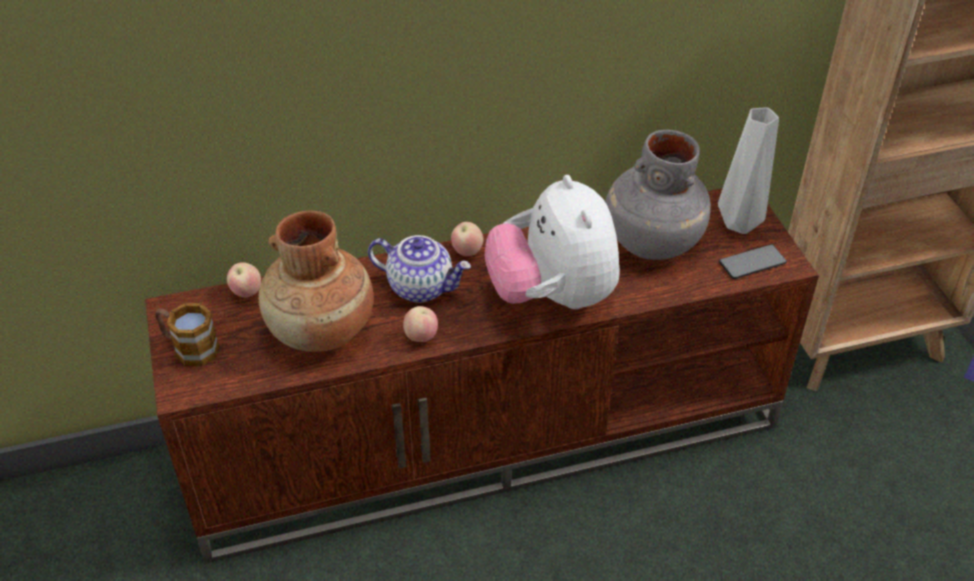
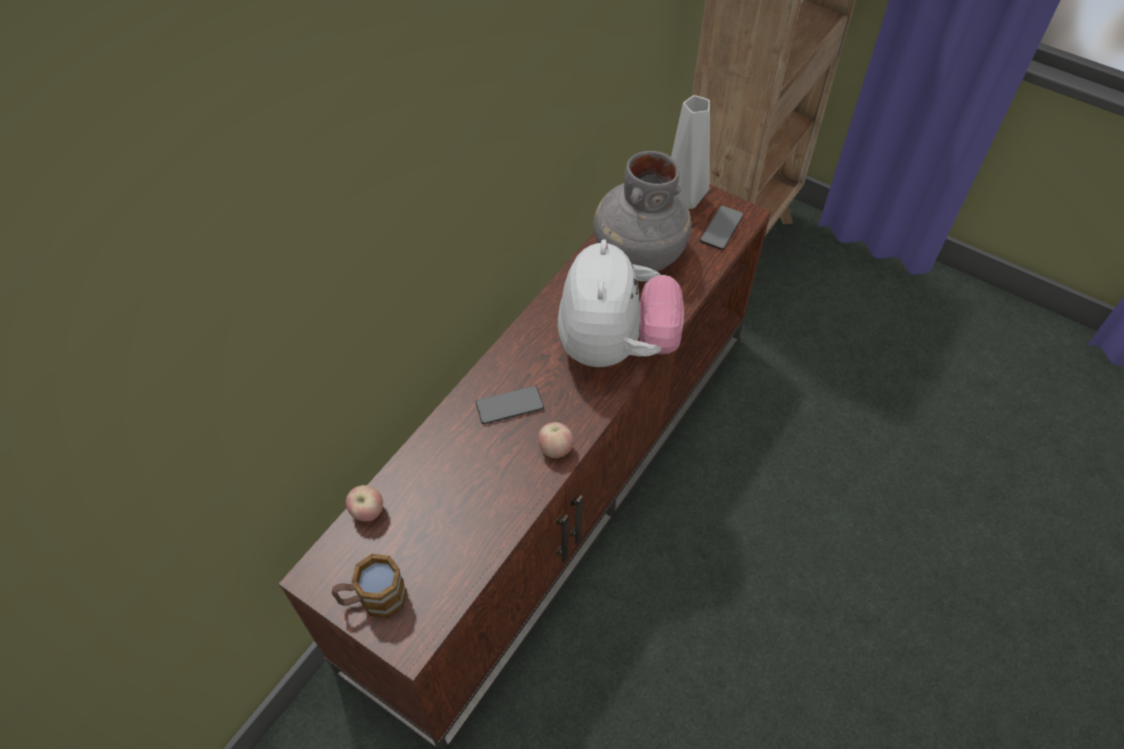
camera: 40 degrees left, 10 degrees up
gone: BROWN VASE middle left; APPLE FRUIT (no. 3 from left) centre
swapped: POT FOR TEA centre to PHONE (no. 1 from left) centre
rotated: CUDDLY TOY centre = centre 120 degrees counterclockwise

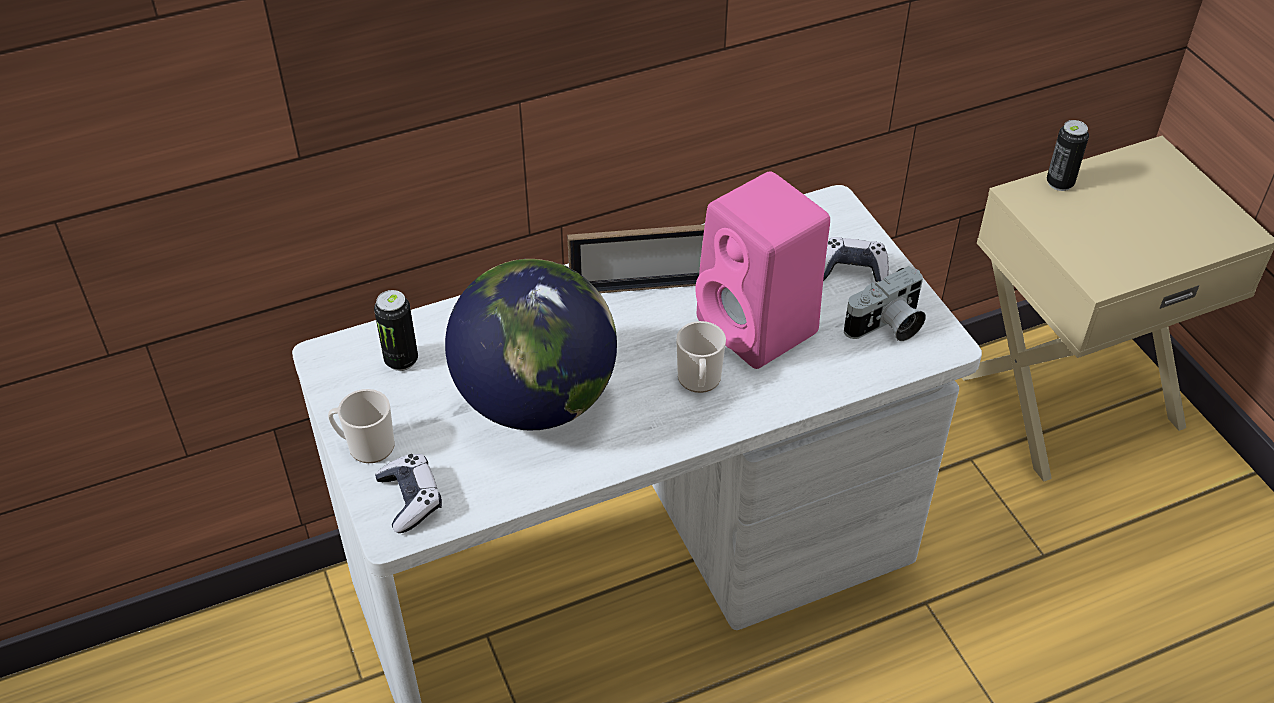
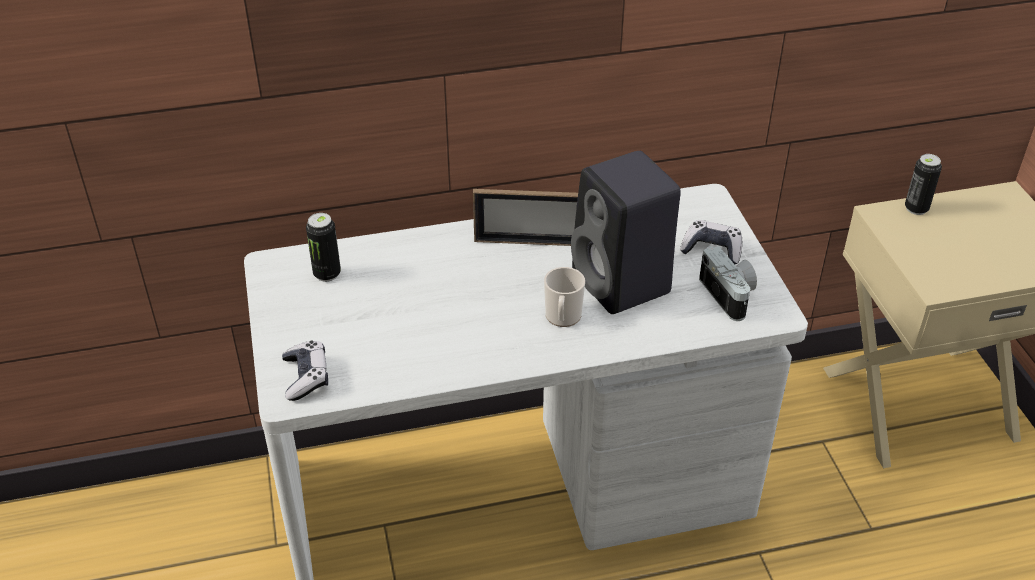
camera: 10 degrees right, 5 degrees down
gone: DESK GLOBE centre; MUG (no. 1 from left) middle left
repainted: PINK SPEAKER centre to BLACK-COLOURED SPEAKER centre
rotated: PHOTO CAMERA middle right = middle right 90 degrees counterclockwise

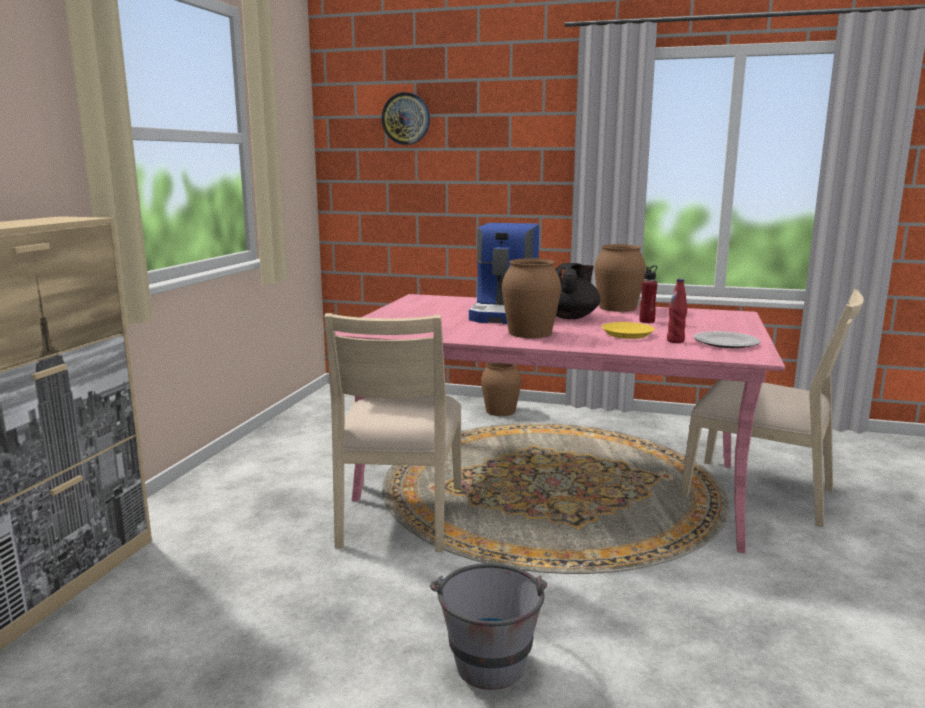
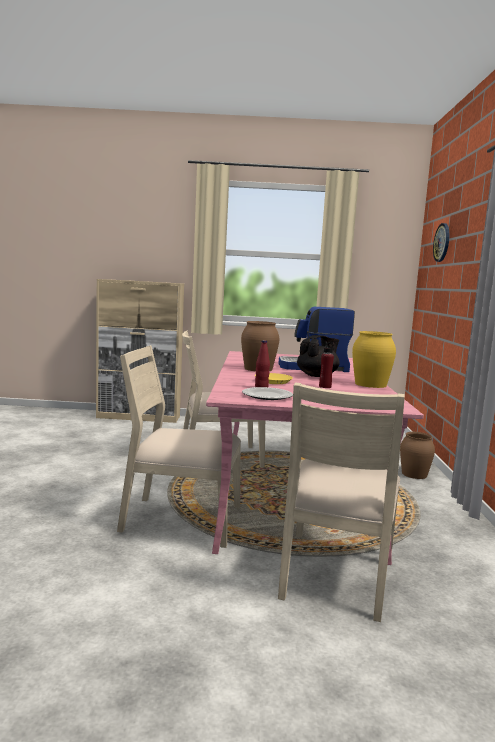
camera: 75 degrees right, 5 degrees down
gone: GREYISH PAIL bottom centre
new: BEIGE CHAIR (no. 1 from left) centre
repainted: BROWN VASE (no. 3 from left) middle right to YELLOW-COLOURED VASE middle right
rotated: BLACK-COLOURED POT FOR TEA centre = centre 60 degrees counterclockwise

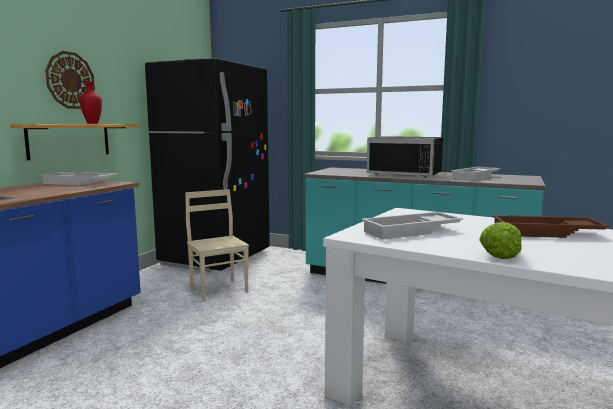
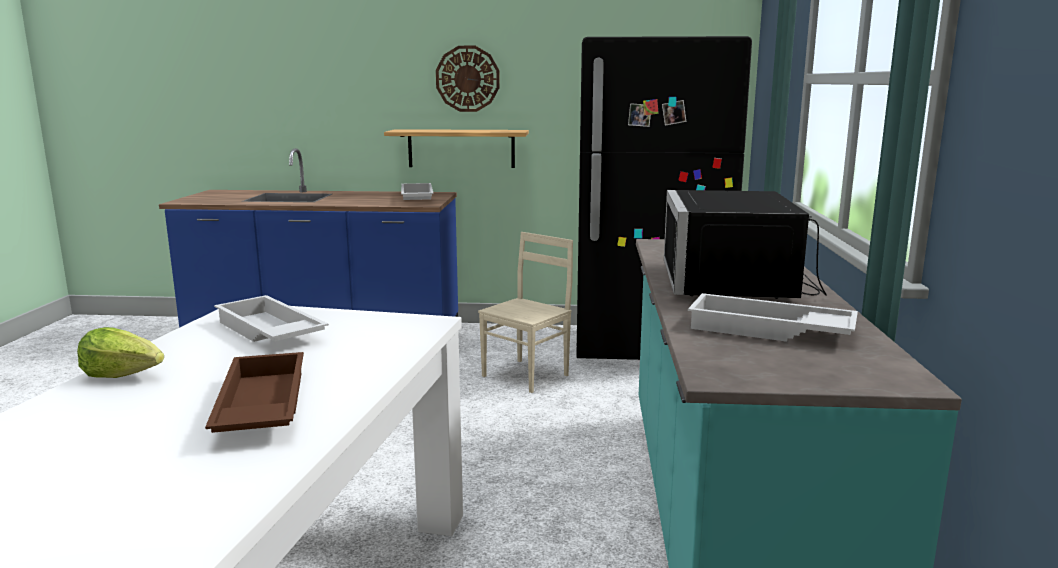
camera: 70 degrees right, 5 degrees up
gone: REDDISH VASE top left

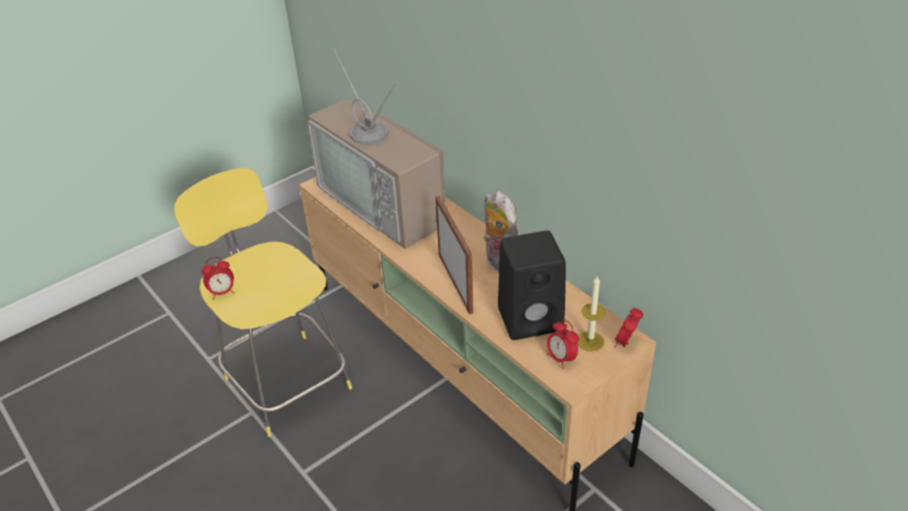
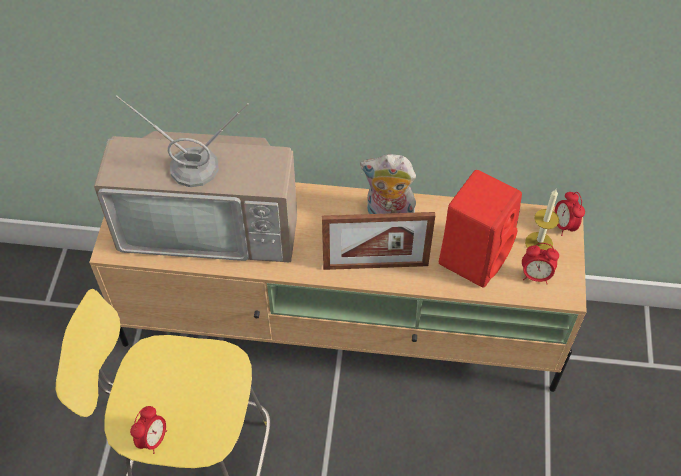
camera: 45 degrees left, 15 degrees up
repainted: BLACK-COLOURED SPEAKER centre to REDDISH SPEAKER middle right
rotated: PICTURE FRAME centre = centre 150 degrees clockwise

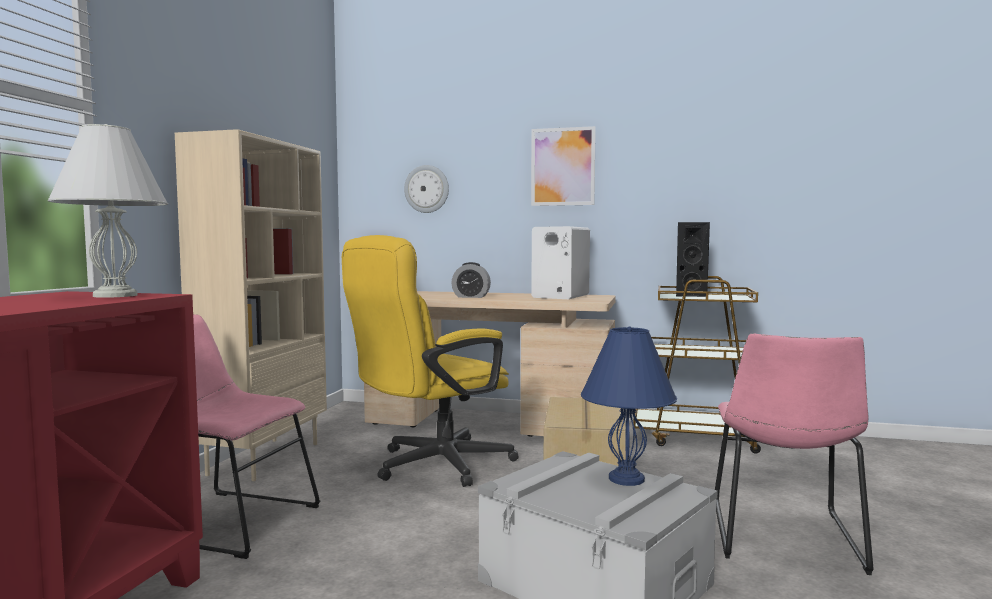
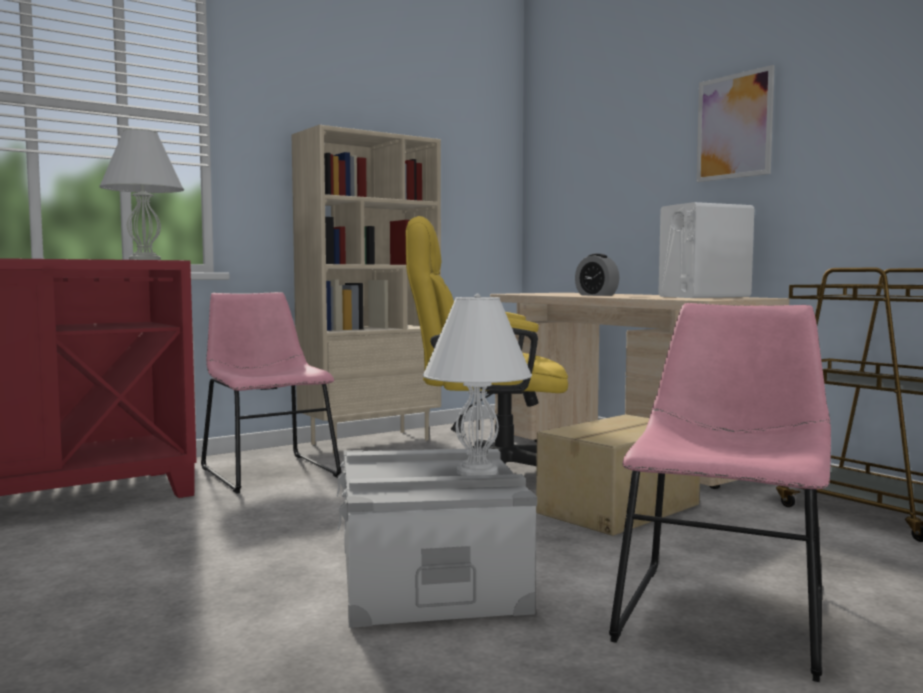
camera: 40 degrees right, 0 degrees up
gone: CLOCK ON THE WALL top centre; BLACK-COLOURED SPEAKER middle right
repainted: BLUE TABLE LAMP bottom centre to WHITE-COLOURED TABLE LAMP (no. 2 from left) centre
rotated: PINK CHAIR (no. 2 from left) bottom right = bottom right 150 degrees clockwise

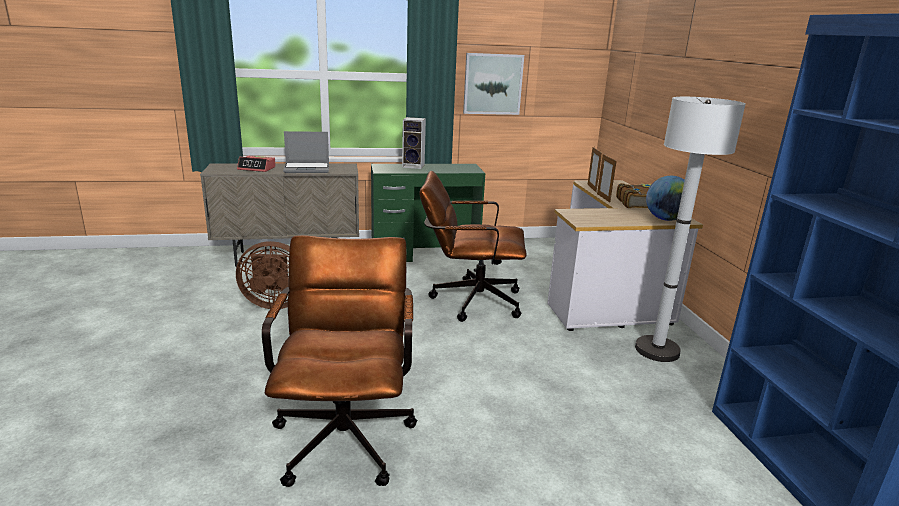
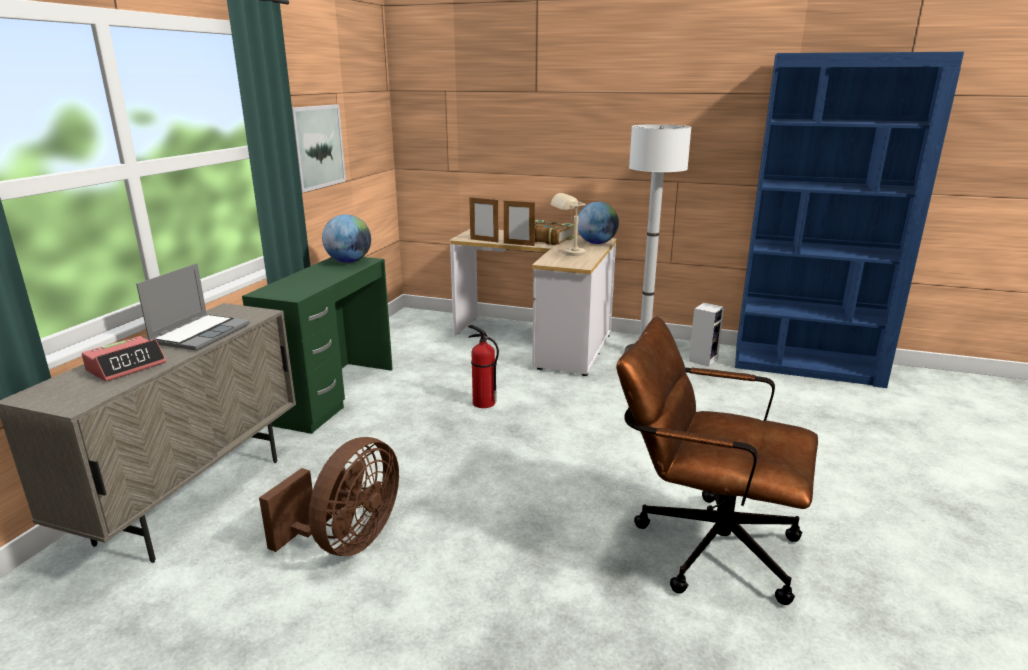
camera: 60 degrees left, 0 degrees up
new: BEIGE TABLE LAMP centre; DESK GLOBE (no. 1 from left) centre
shifted: SPEAKER top centre to middle right
swapped: BROWN OFFICE CHAIR (no. 2 from left) centre to FIRE EXTINGUISHER centre

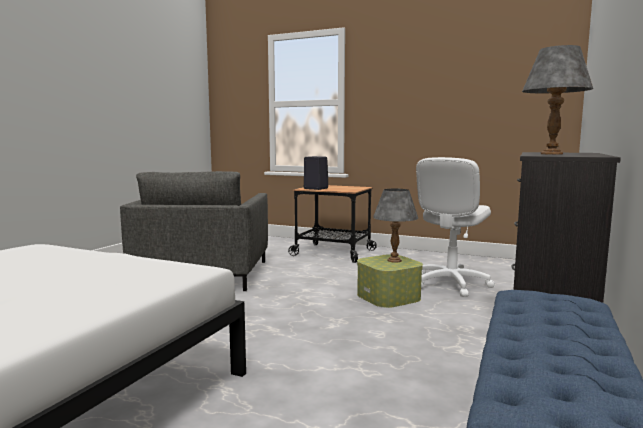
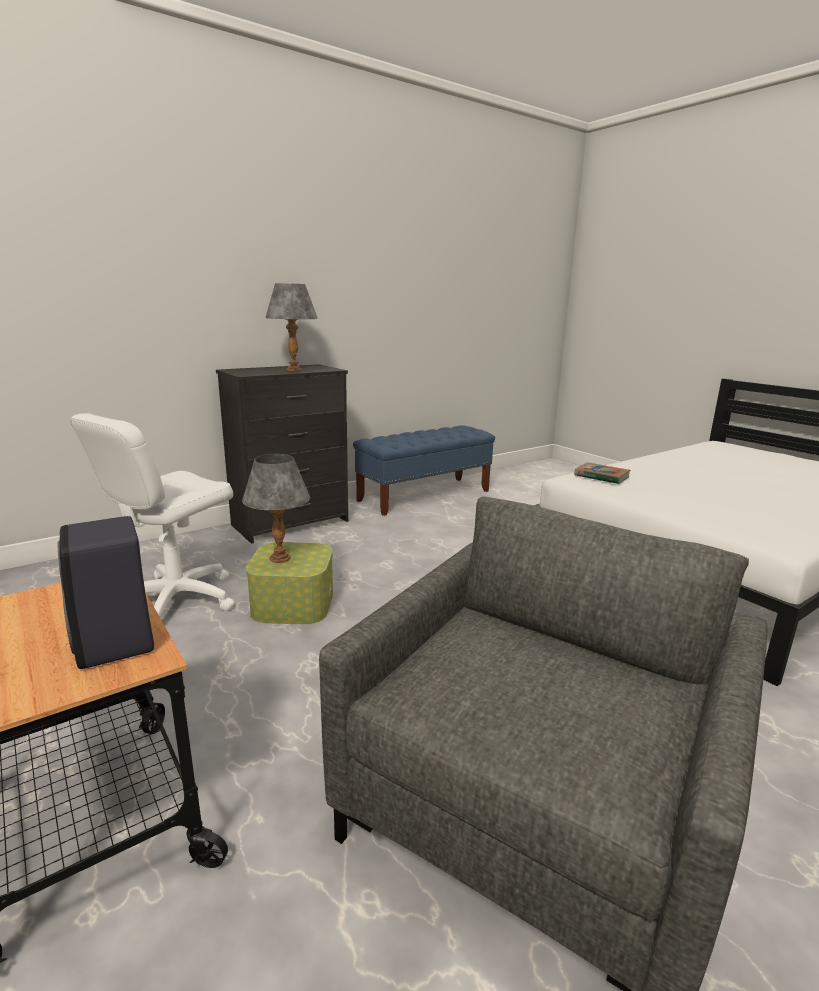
camera: 150 degrees left, 10 degrees up
new: VOLUME middle right
rotated: WHITE-COLOURED OFFICE CHAIR middle right = middle left 150 degrees clockwise

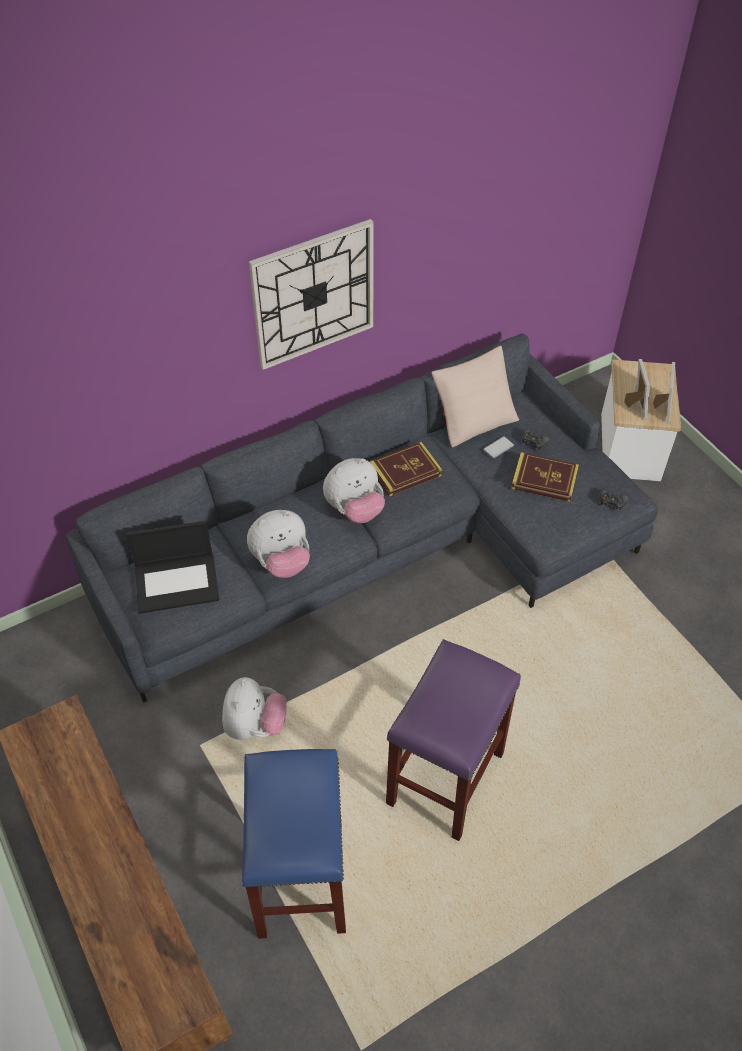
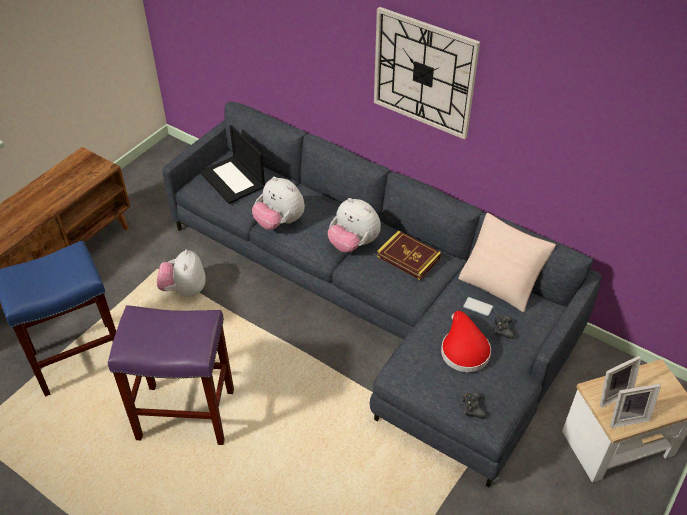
camera: 65 degrees right, 5 degrees down
swapped: VOLUME (no. 2 from left) middle right to REDDISH HAT middle right
rotated: CUDDLY TOY (no. 1 from left) bottom centre = middle left 105 degrees clockwise

